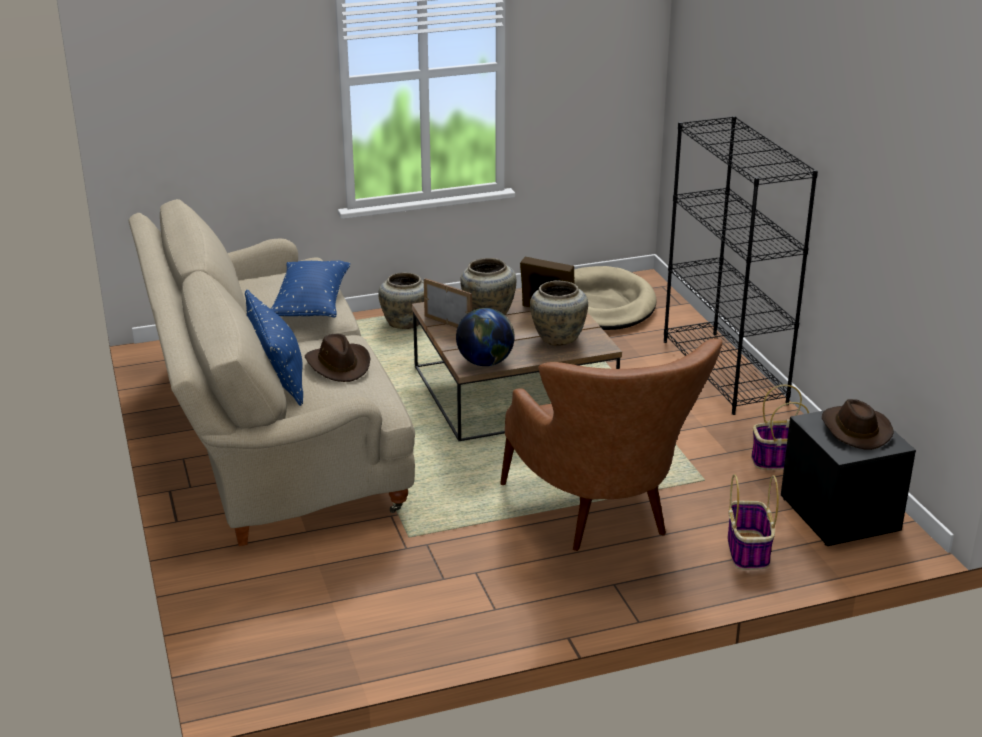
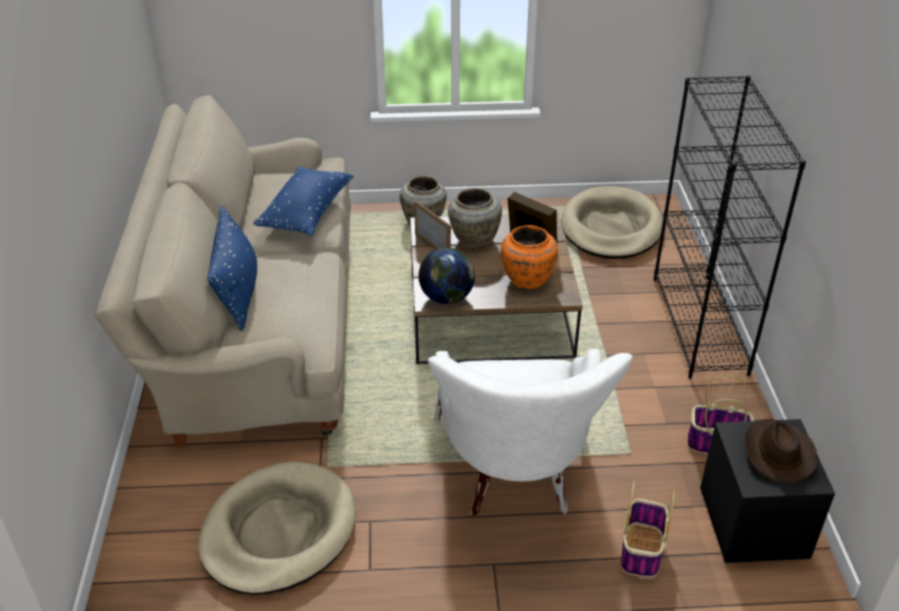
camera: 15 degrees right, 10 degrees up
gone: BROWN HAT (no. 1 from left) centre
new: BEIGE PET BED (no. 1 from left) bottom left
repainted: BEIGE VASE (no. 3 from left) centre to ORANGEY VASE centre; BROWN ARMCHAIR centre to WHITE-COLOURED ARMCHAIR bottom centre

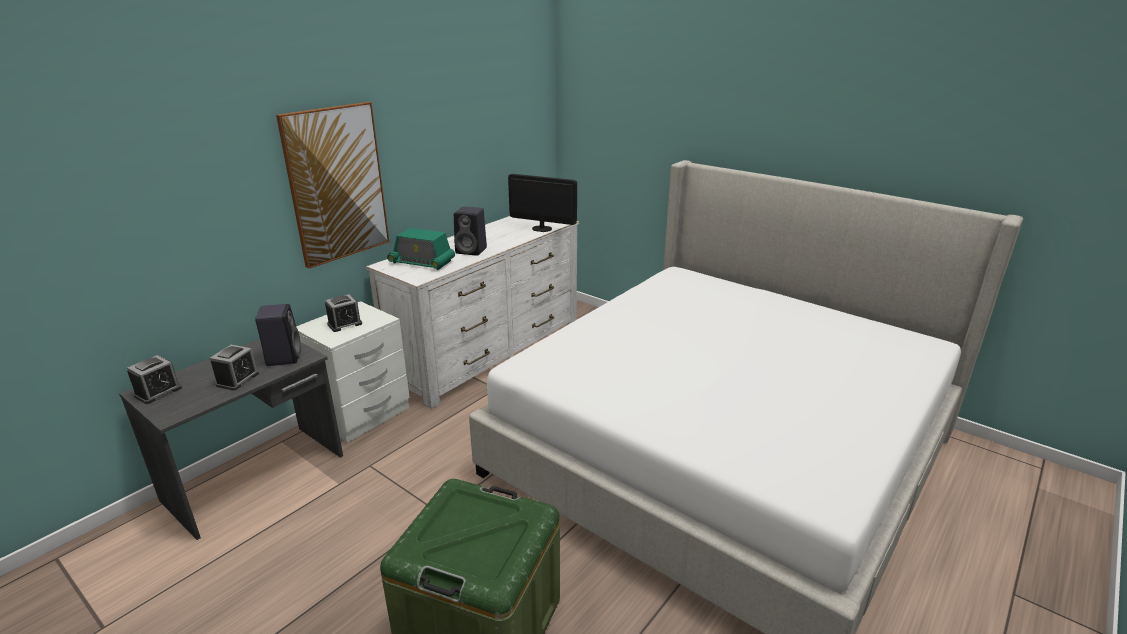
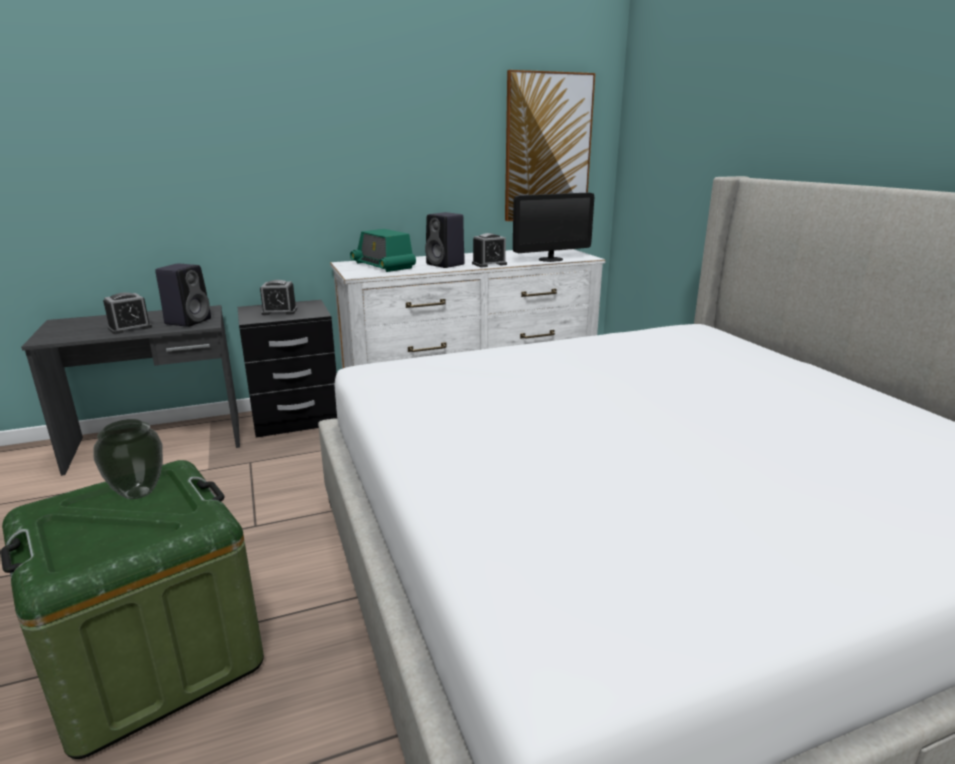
camera: 30 degrees right, 5 degrees down
new: VASE middle left
shifted: WALL ART top left to top centre; BEDSIDE CLOCK (no. 1 from left in the first image) middle left to BEDSIDE CLOCK (no. 3 from left) top centre
repainted: WHITE-COLOURED NIGHT TABLE middle left to BLACK-COLOURED NIGHT TABLE middle left
rotated: COMPUTER DISPLAY top centre = top centre 105 degrees clockwise

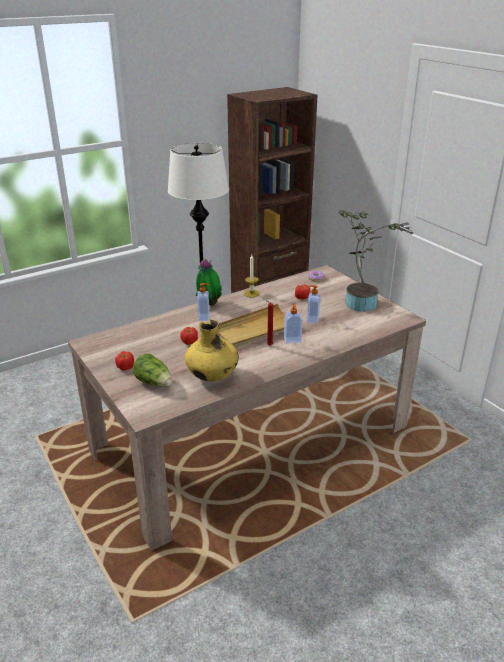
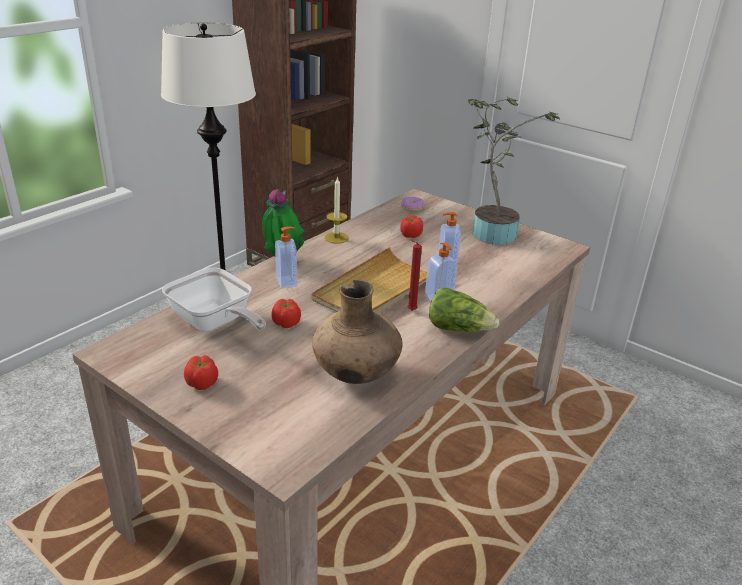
camera: 20 degrees left, 0 degrees up
new: PAN middle left
shifted: HEAD OF LETTUCE middle left to centre
repainted: YELLOW-COLOURED VASE centre to BROWN VASE centre

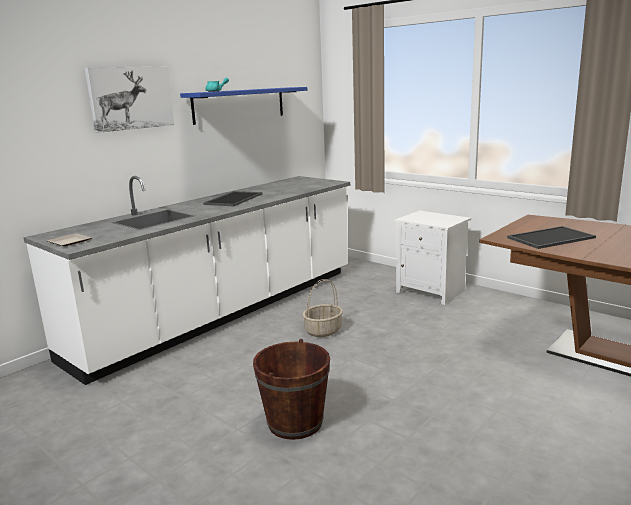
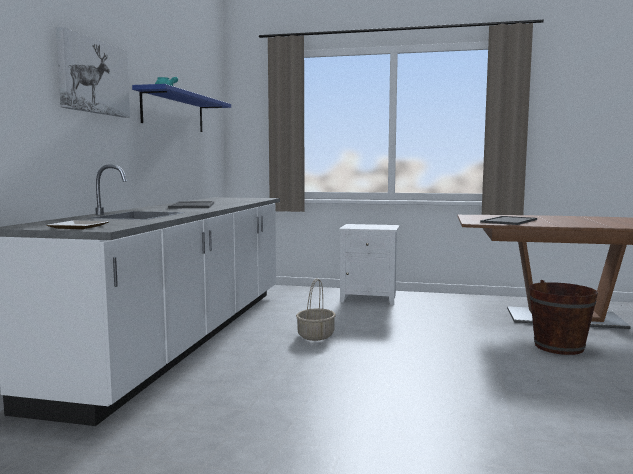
camera: 30 degrees left, 10 degrees down
shifted: BROWN PAIL bottom centre to bottom right

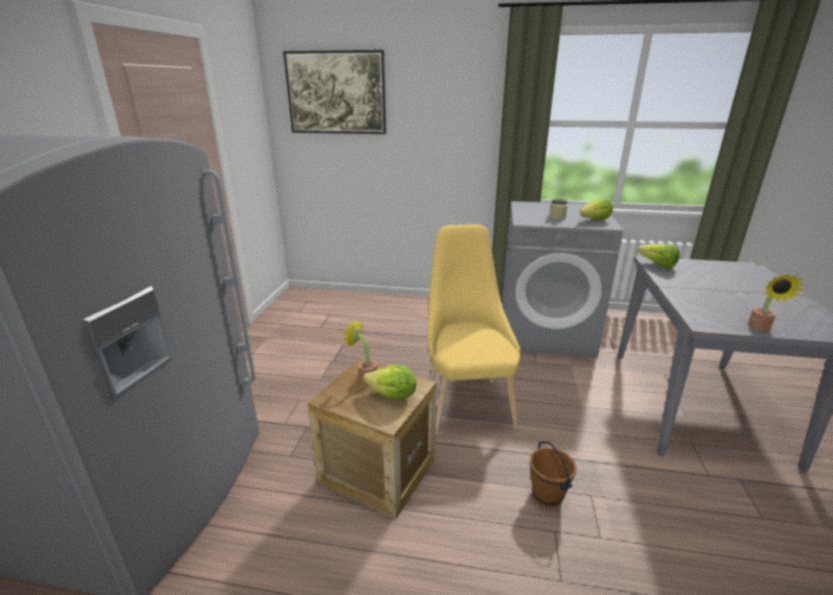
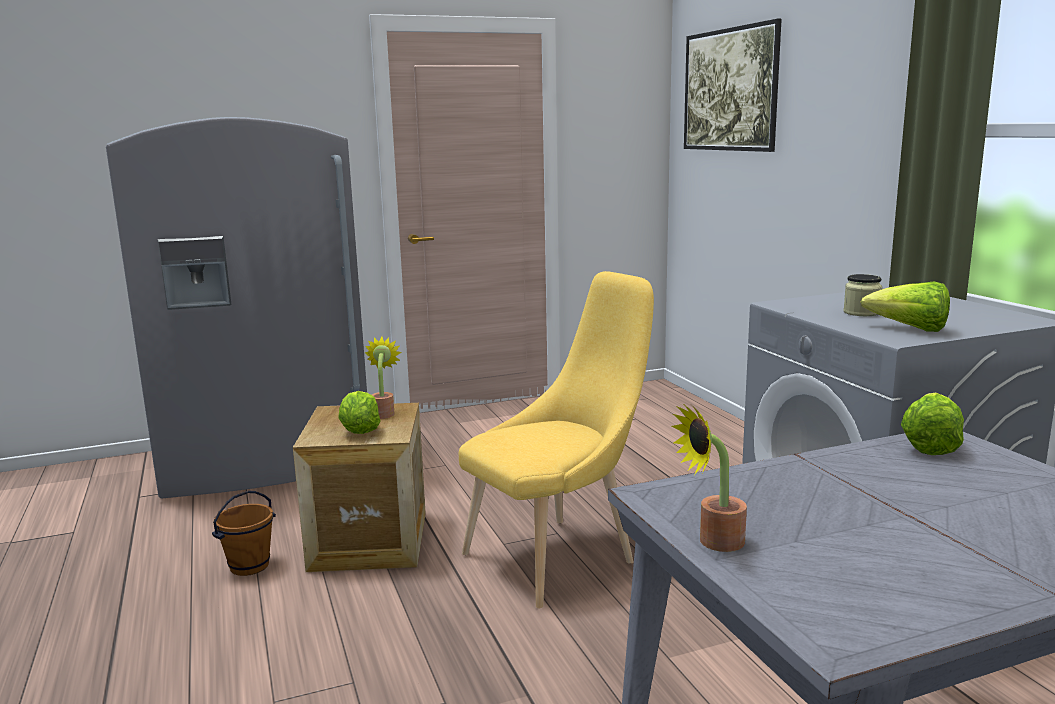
camera: 60 degrees right, 10 degrees down
shifted: BROWN PAIL bottom centre to bottom left

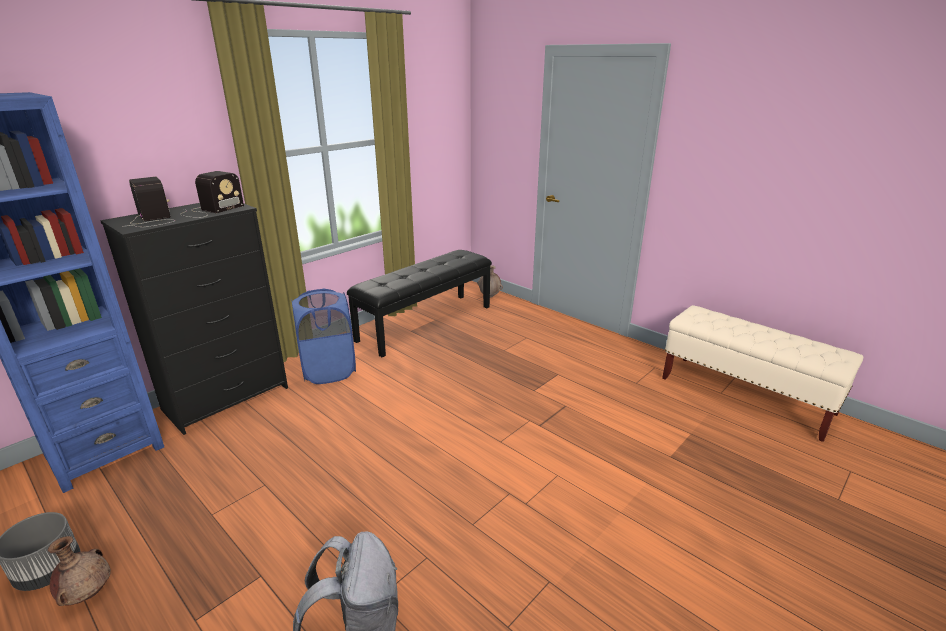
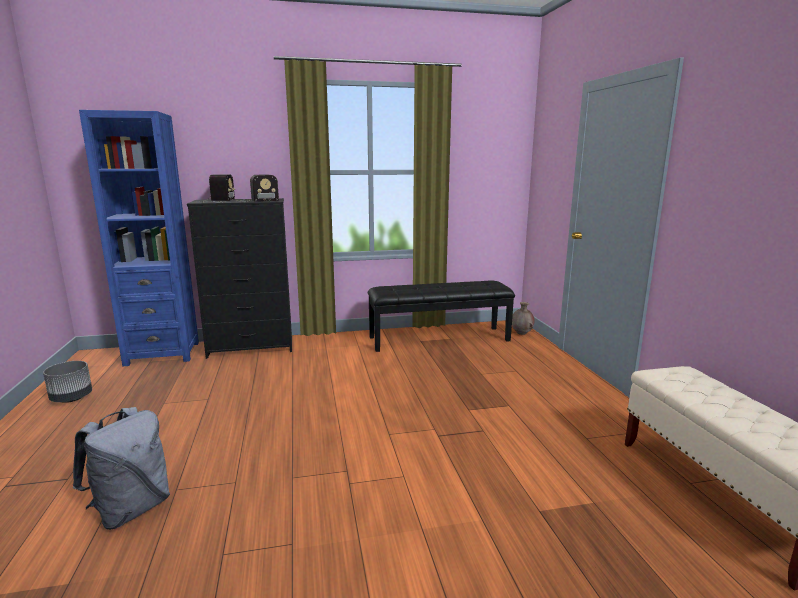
camera: 35 degrees right, 10 degrees down
gone: BLUE HAMPER centre; BROWN VASE (no. 1 from left) bottom left

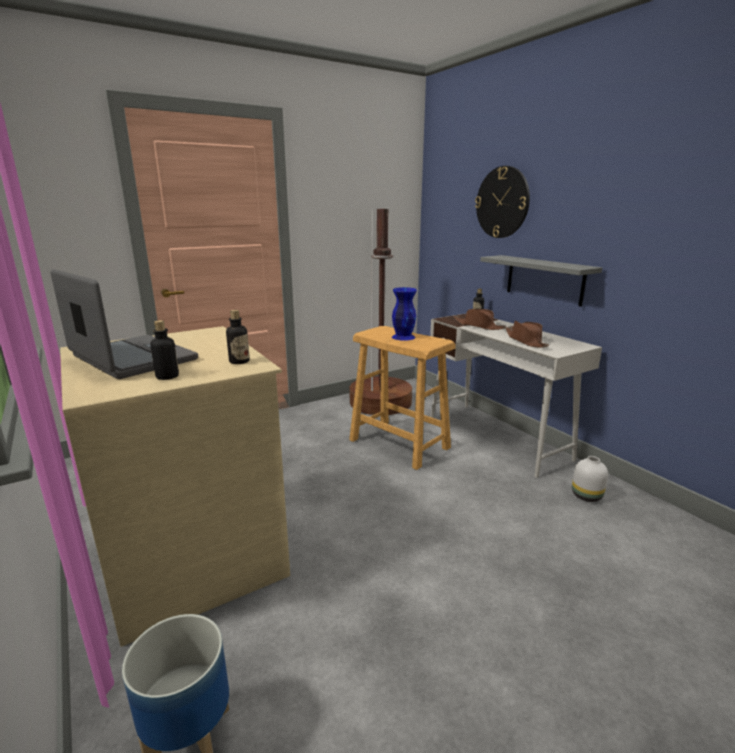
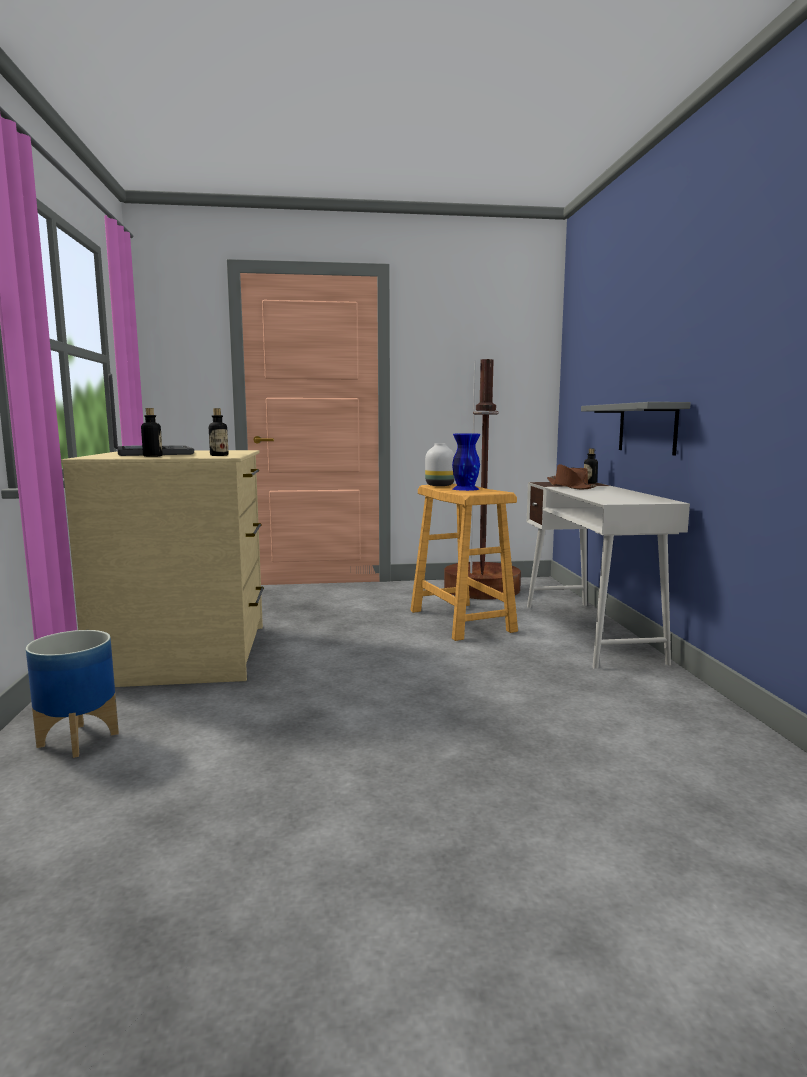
camera: 25 degrees right, 10 degrees down
gone: CLOCK ON THE WALL top right; BROWN HAT (no. 2 from left) middle right
shifted: WHITE-COLOURED VASE middle right to centre

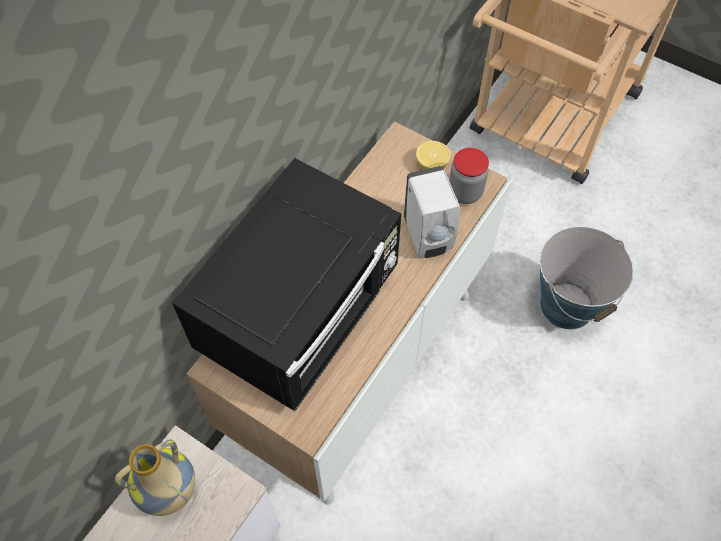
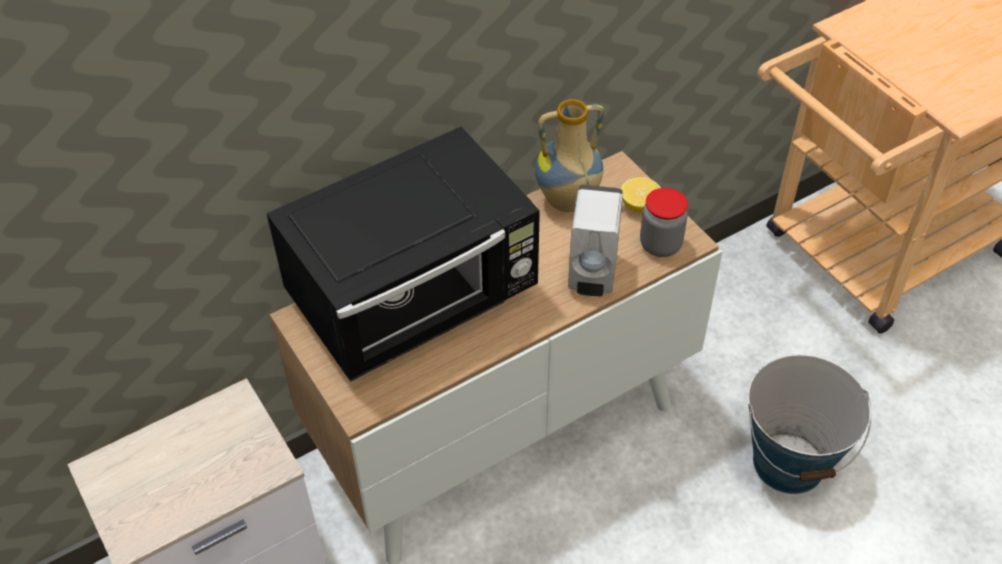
camera: 25 degrees right, 10 degrees down
shifted: VASE bottom left to top centre

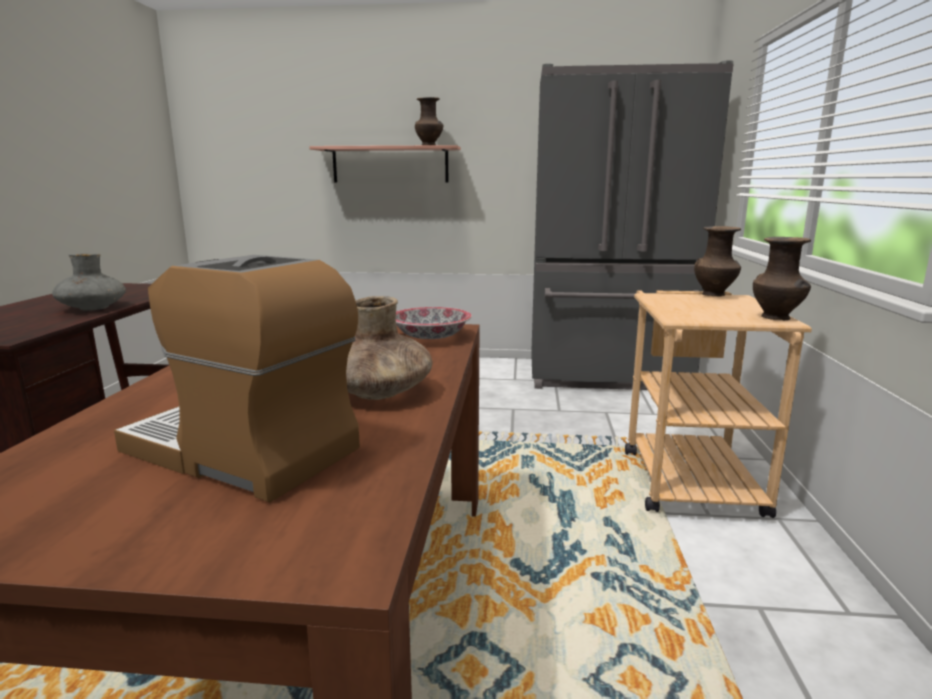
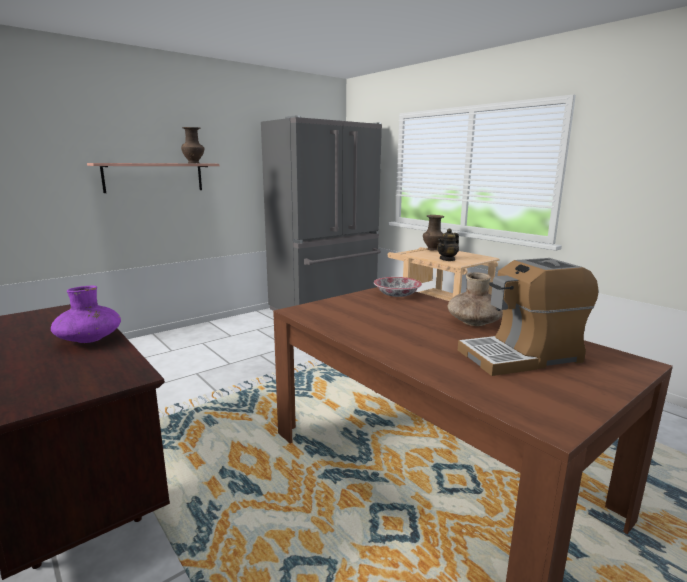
camera: 45 degrees left, 0 degrees up
gone: BROWN VASE (no. 4 from left) middle right
new: POT FOR TEA centre
repainted: GREYISH VASE middle left to PURPLE VASE middle left

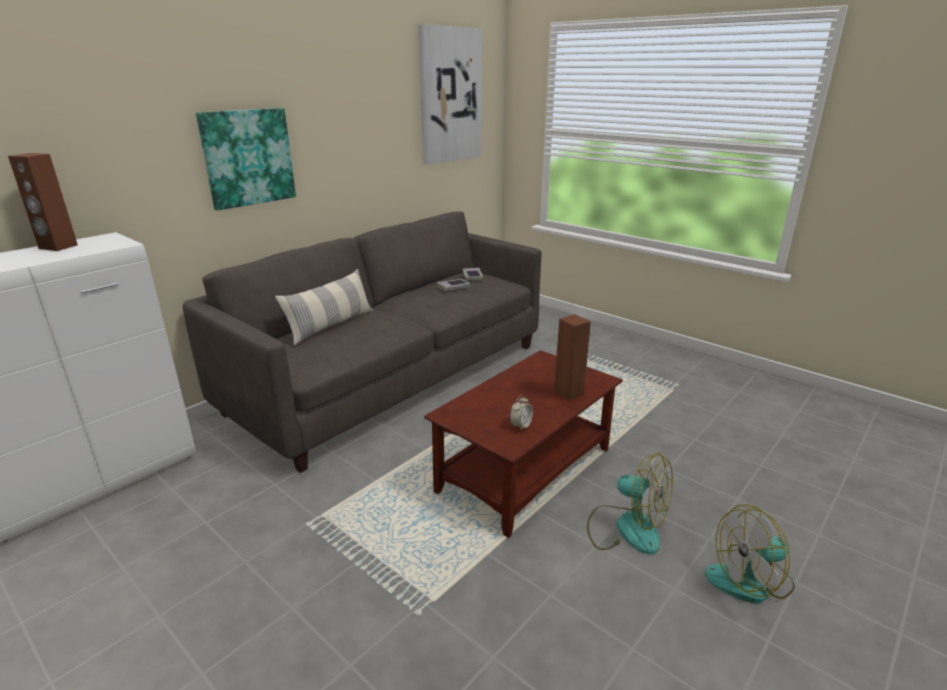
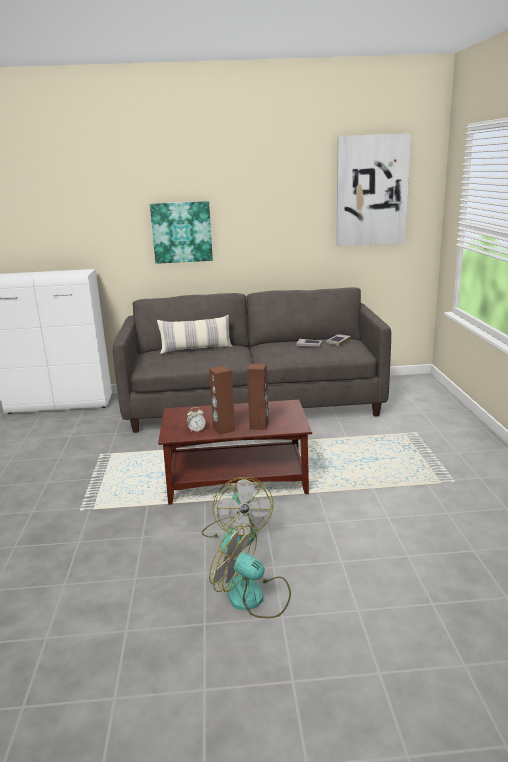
camera: 45 degrees right, 5 degrees down
shifted: BROWN SPEAKER (no. 1 from left) top left to centre

